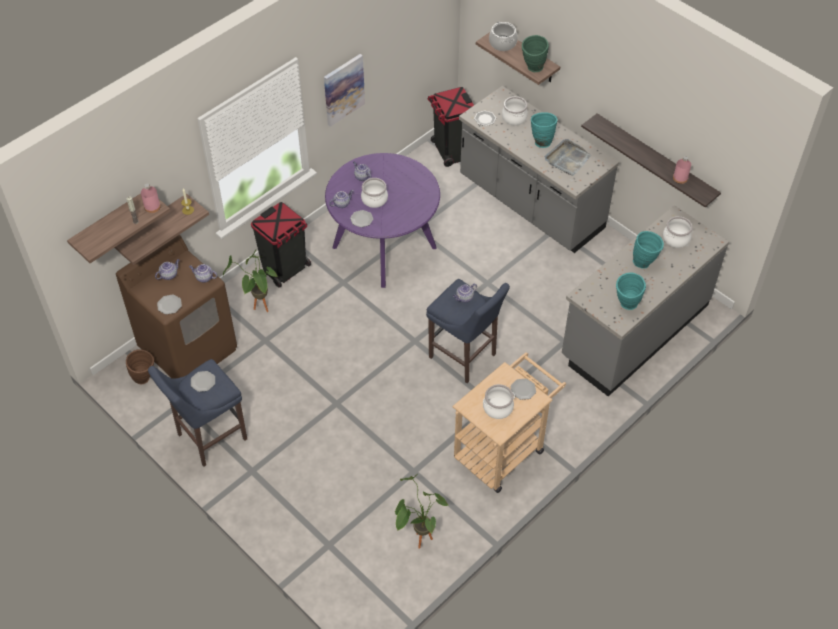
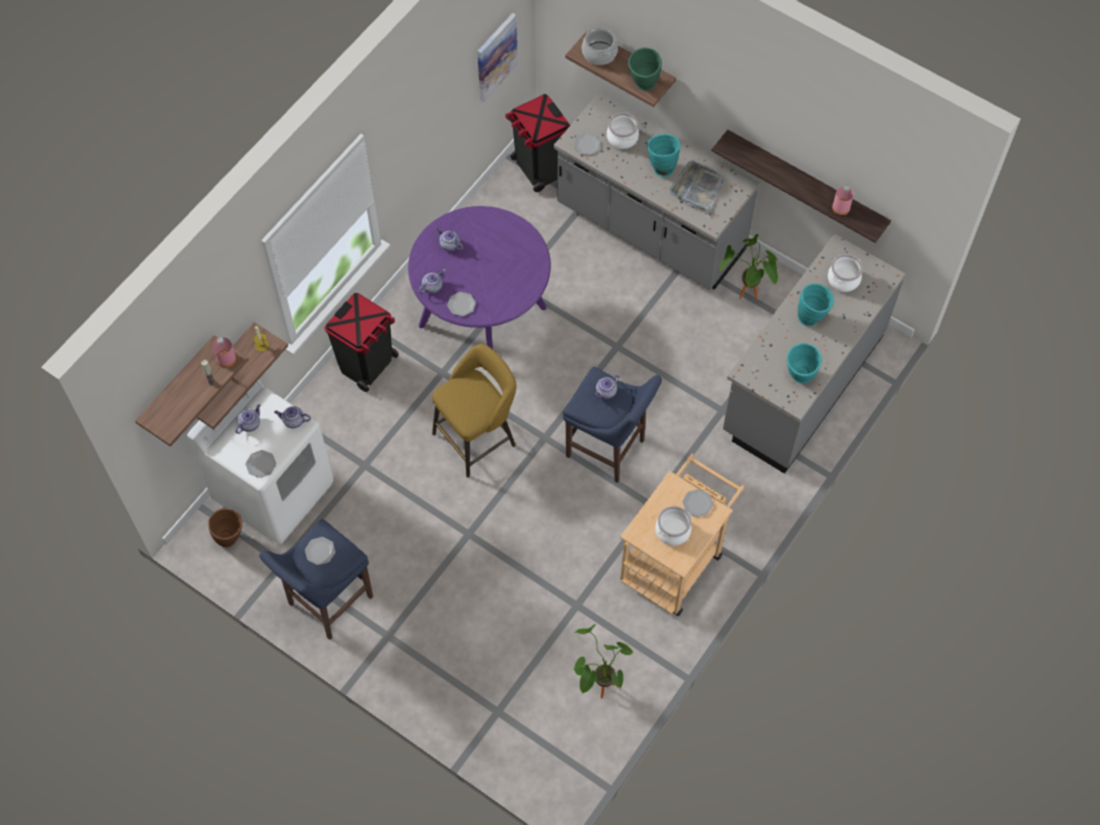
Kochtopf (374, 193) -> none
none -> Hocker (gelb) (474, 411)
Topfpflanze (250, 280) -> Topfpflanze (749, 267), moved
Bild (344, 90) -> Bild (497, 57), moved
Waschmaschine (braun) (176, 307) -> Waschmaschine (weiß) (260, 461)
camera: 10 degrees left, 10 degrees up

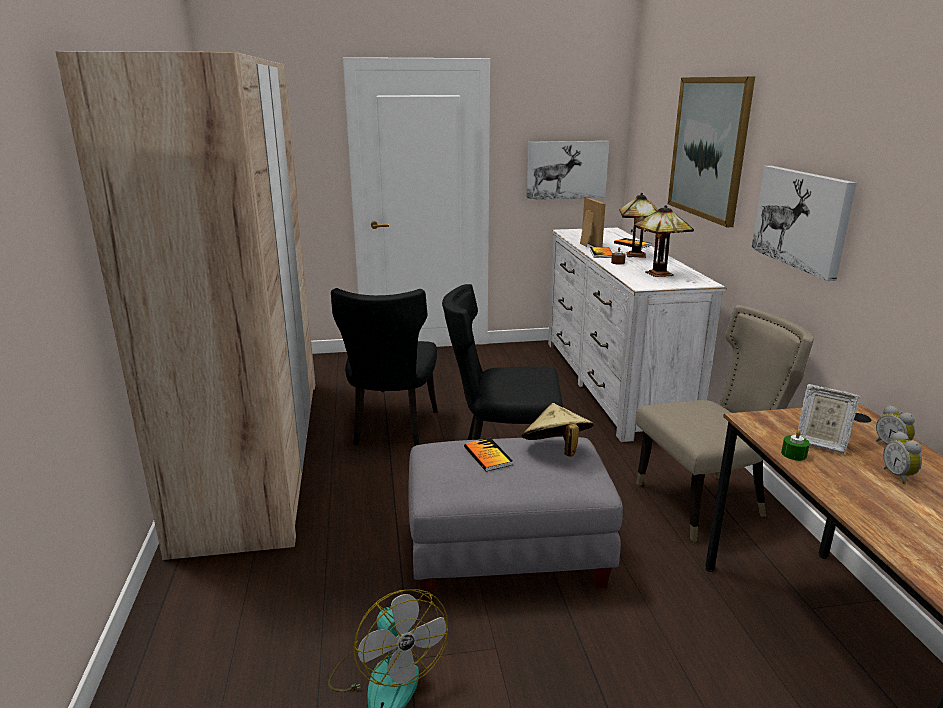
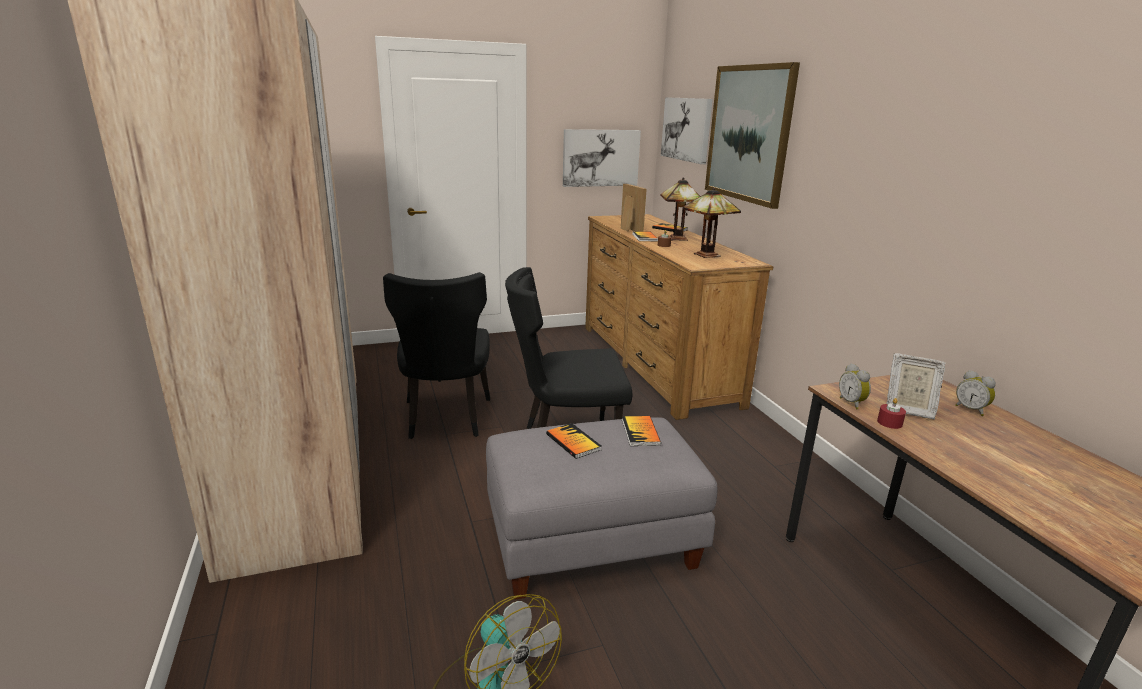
Stuhl (beige) (725, 423) -> none
Bild (804, 223) -> Bild (687, 130), moved
Wecker (902, 457) -> Wecker (855, 386), moved
Hut (beige) (557, 429) -> Buch (641, 431)
Kommode (weiß) (637, 335) -> Kommode (braun) (679, 317)
Kerze (grün) (795, 445) -> Kerze (rot) (891, 413)
camera: 10 degrees left, 0 degrees up

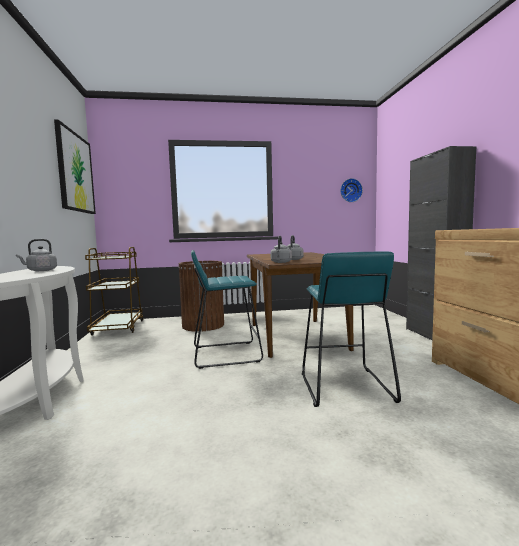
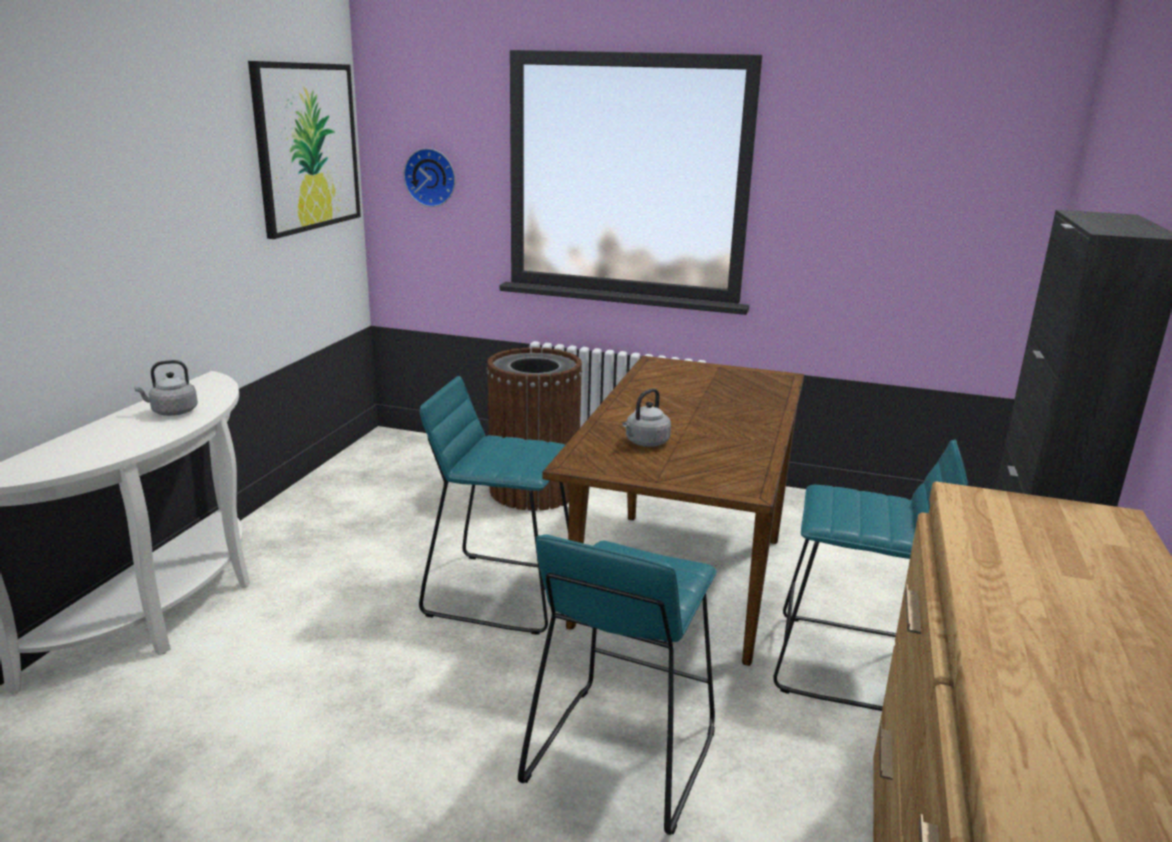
Rollwagen (braun) (114, 291) -> none
Wasserkessel (grau) (281, 249) -> none
none -> Hocker (türkis) (870, 575)
Wanduhr (351, 190) -> Wanduhr (430, 177), moved
camera: 25 degrees right, 15 degrees up

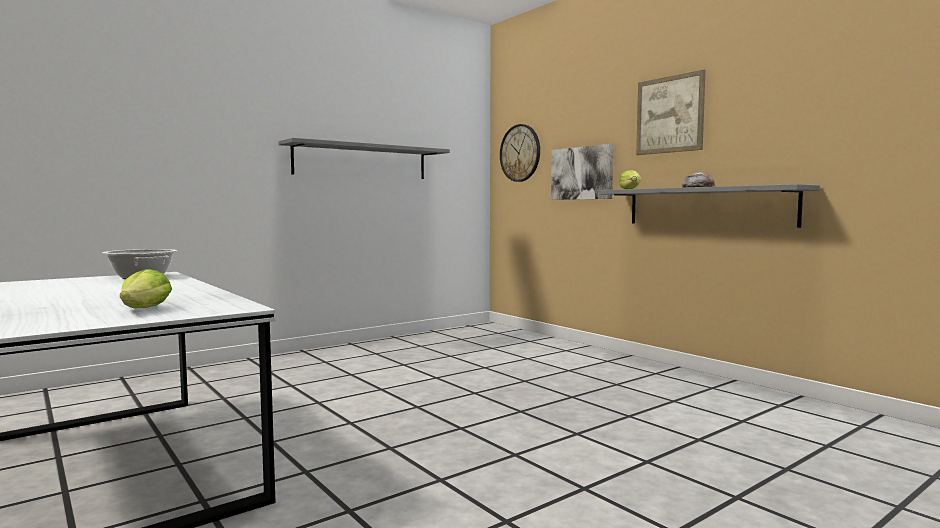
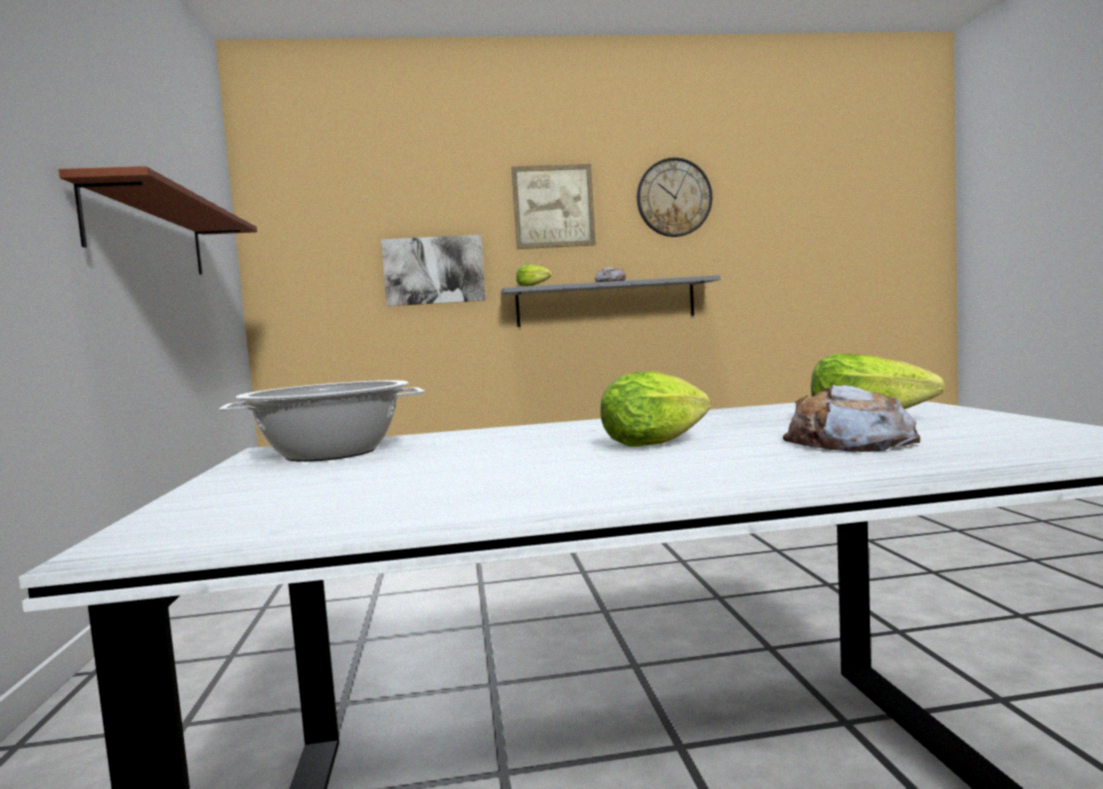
none -> Salatkopf (655, 409)
none -> Brot (851, 418)
Wanduhr (520, 153) -> Wanduhr (674, 197), moved
Wandregal (grau) (364, 158) -> Wandregal (braun) (158, 220)
camera: 60 degrees left, 0 degrees up

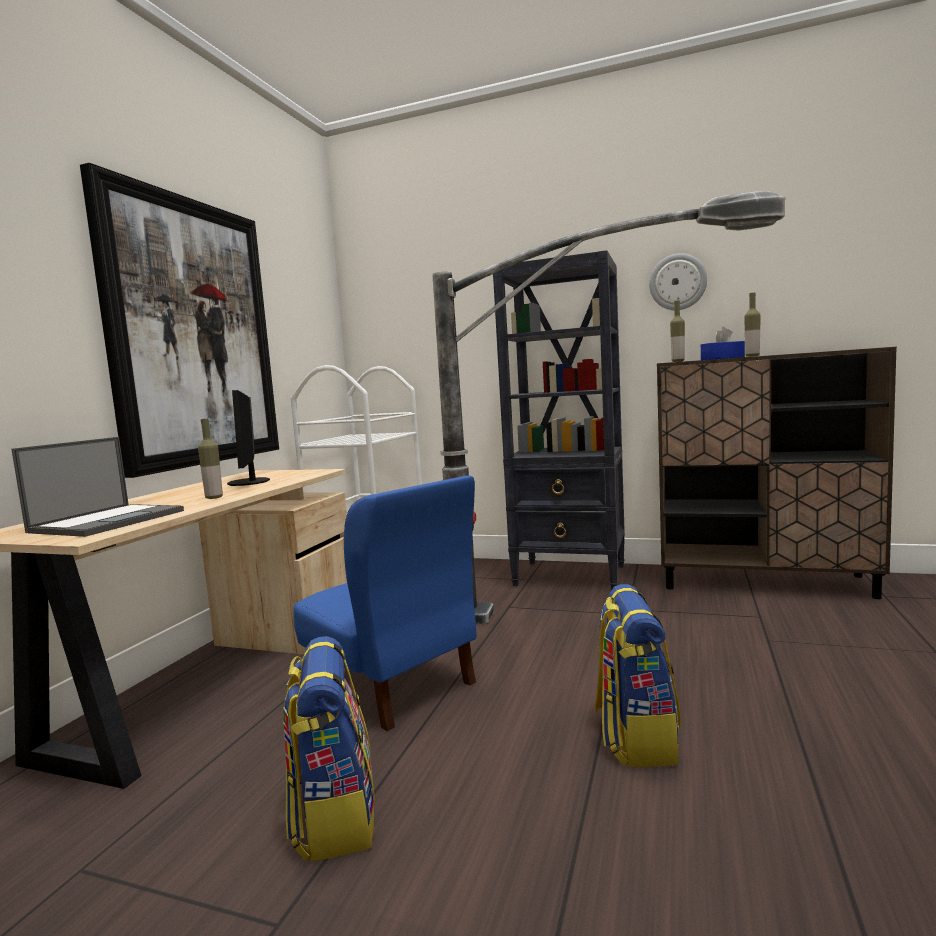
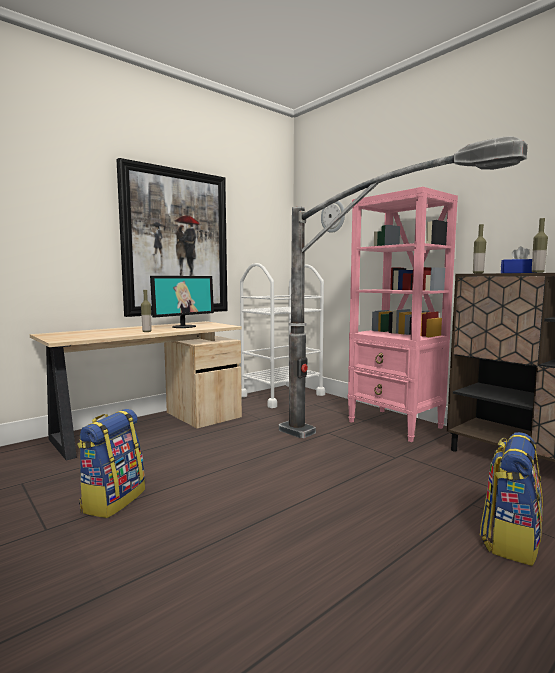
Laptop (98, 487) -> none
Stuhl (blau) (385, 603) -> none
Rucksack (638, 675) -> Rucksack (511, 499), moved
Wanduhr (678, 281) -> Wanduhr (333, 217), moved
Bücherregal (schwarz) (559, 420) -> Bücherregal (rosa) (403, 314)
Monitor (248, 438) -> Monitor (182, 302), 150 degrees counterclockwise
camera: 30 degrees right, 0 degrees up

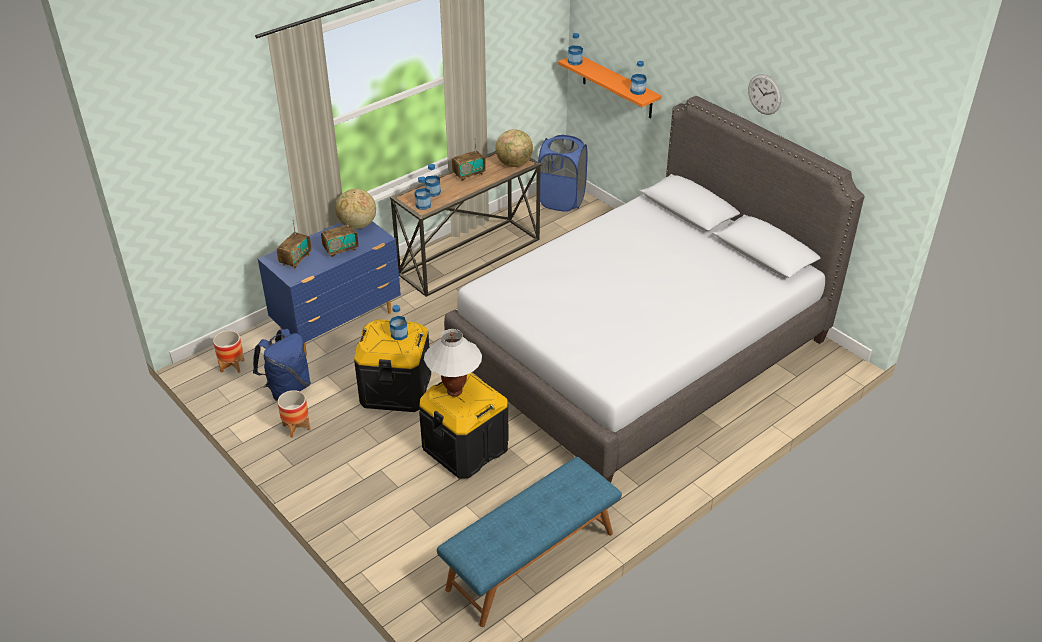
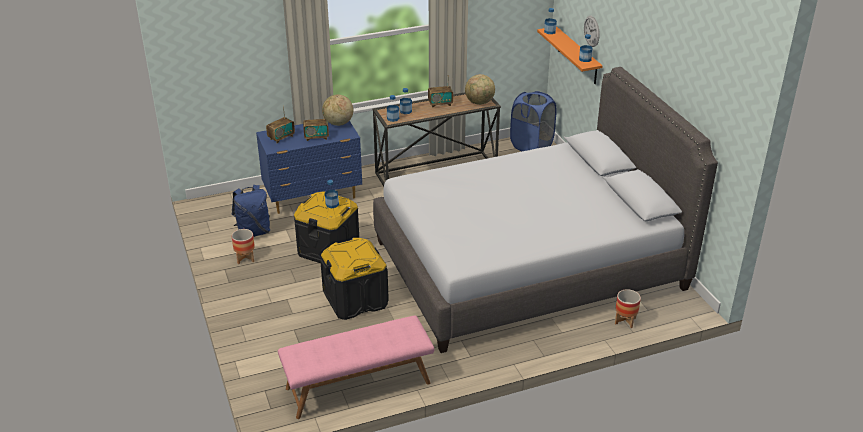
Tischlampe (weiß) (453, 363) -> none
Pflanzkübel (229, 352) -> Pflanzkübel (628, 308), moved
Wanduhr (765, 94) -> Wanduhr (592, 31), moved
Bank (blau) (529, 542) -> Bank (rosa) (356, 367)
camera: 20 degrees right, 5 degrees down

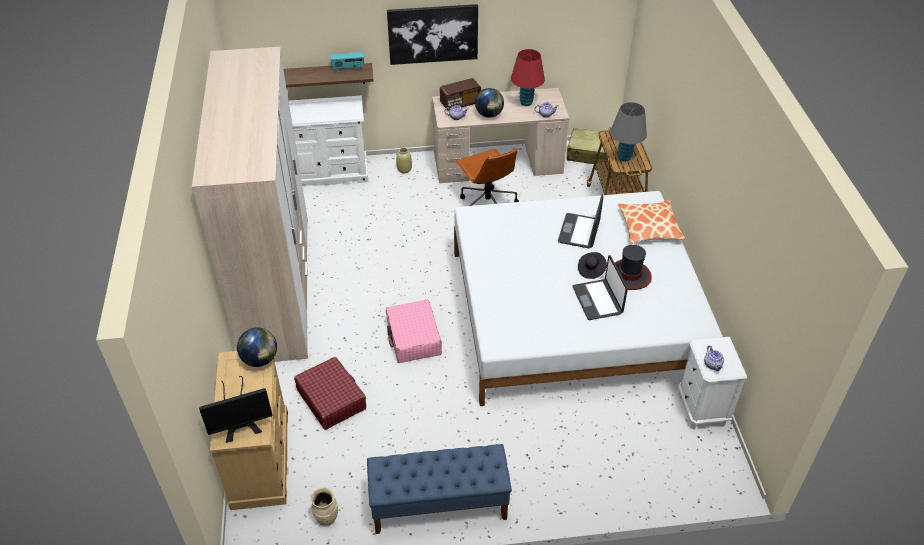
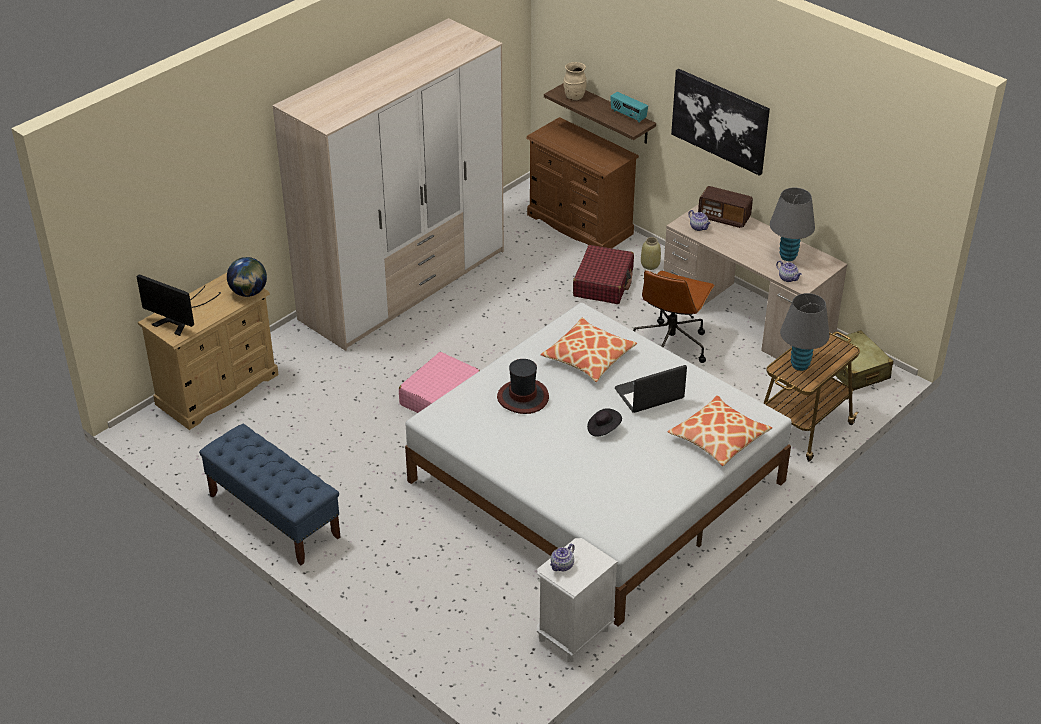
Globus (489, 102) -> none
Laptop (600, 287) -> none
none -> Kissen (589, 349)
Koffer (rot) (330, 393) -> Koffer (rot) (603, 274), moved
Vase (beige) (324, 506) -> Vase (beige) (575, 81), moved
Hut (633, 267) -> Hut (523, 386), moved
Kommode (weiß) (328, 140) -> Kommode (braun) (582, 182)
Tischlampe (rot) (528, 77) -> Tischlampe (grau) (792, 224)
camera: 50 degrees right, 5 degrees down

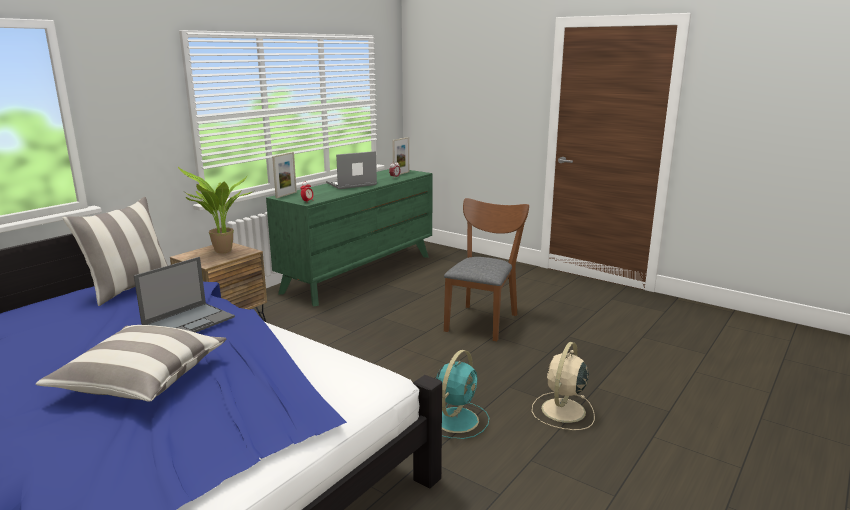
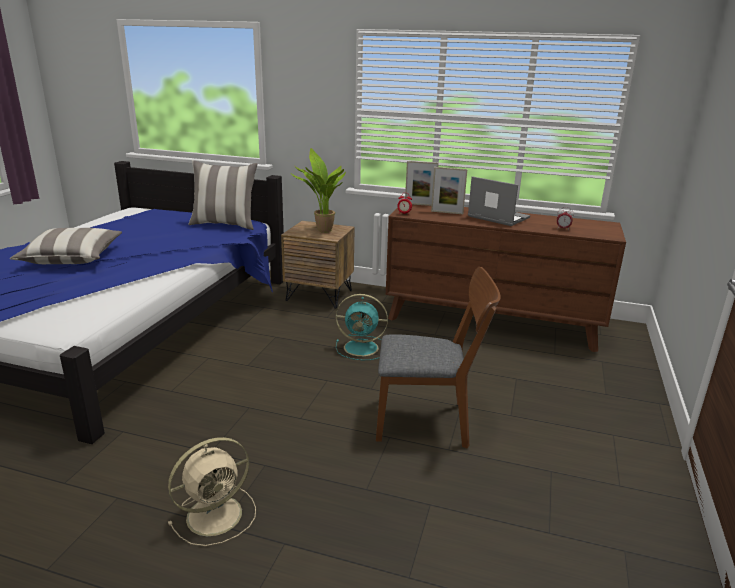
Laptop (184, 295) -> none
Bilderrahmen (401, 156) -> Bilderrahmen (449, 190), moved
Ventilator (türkis) (462, 394) -> Ventilator (türkis) (362, 327), moved
Kommode (grün) (349, 237) -> Kommode (braun) (506, 278)
Ventilator (beige) (563, 386) -> Ventilator (beige) (212, 491), 135 degrees clockwise
camera: 70 degrees right, 5 degrees up

